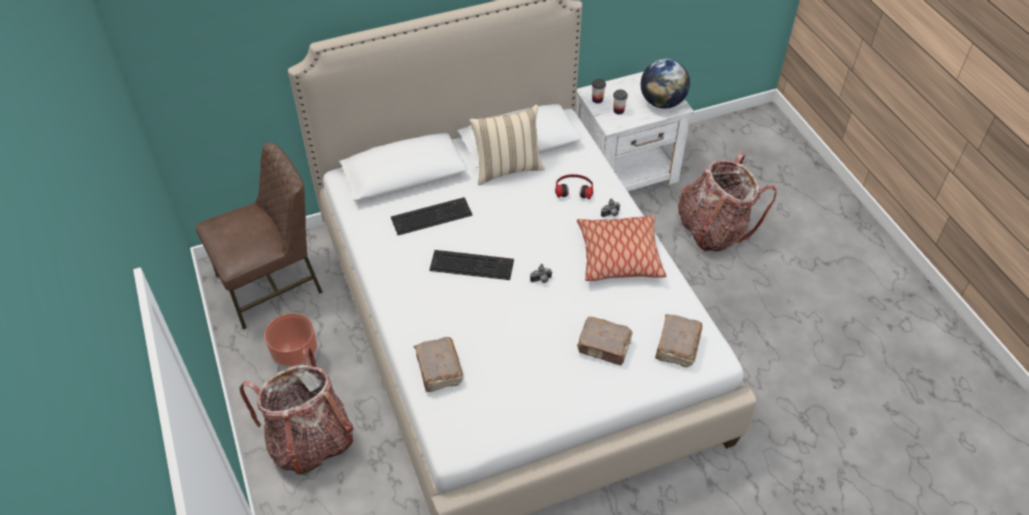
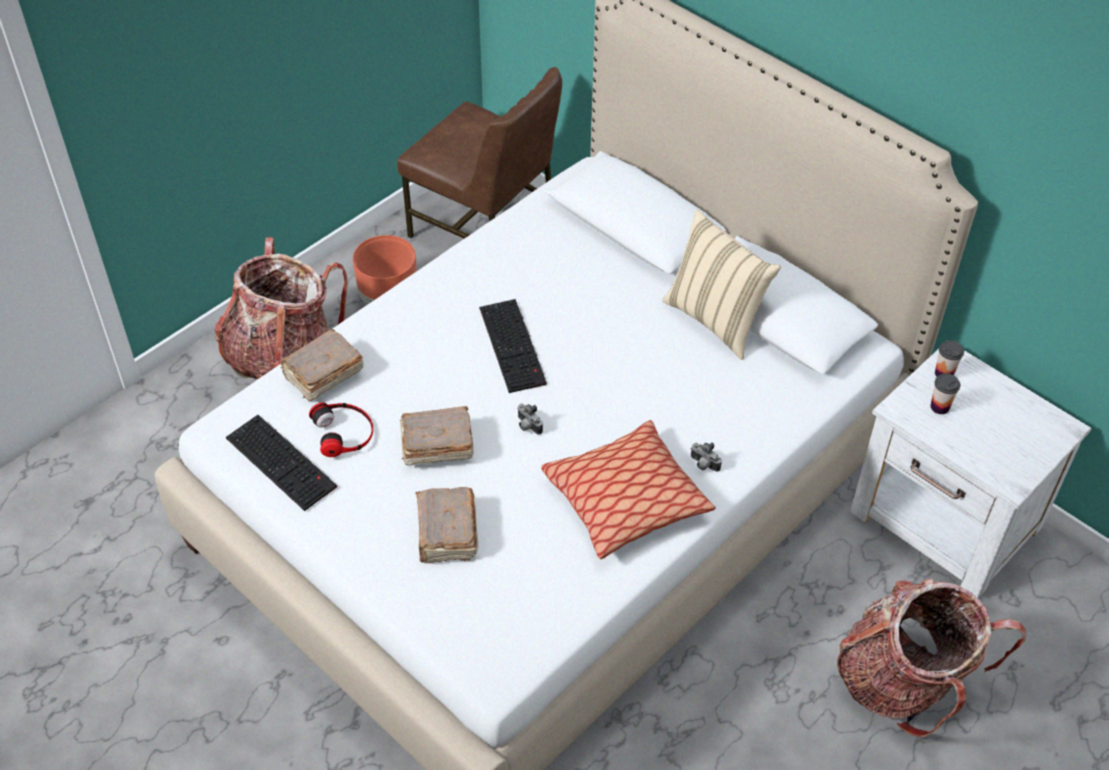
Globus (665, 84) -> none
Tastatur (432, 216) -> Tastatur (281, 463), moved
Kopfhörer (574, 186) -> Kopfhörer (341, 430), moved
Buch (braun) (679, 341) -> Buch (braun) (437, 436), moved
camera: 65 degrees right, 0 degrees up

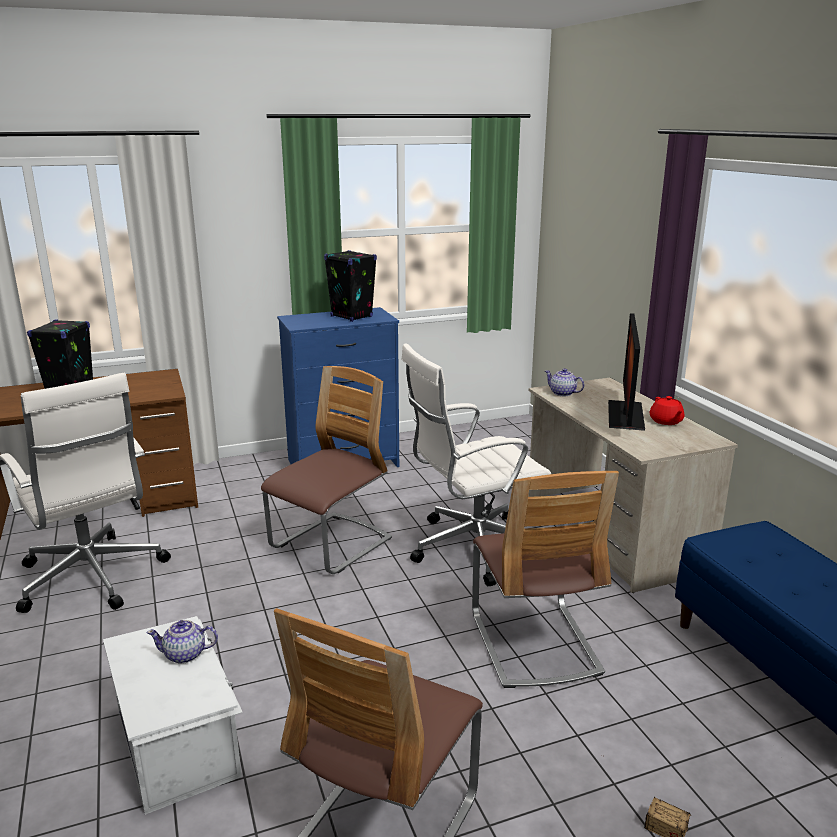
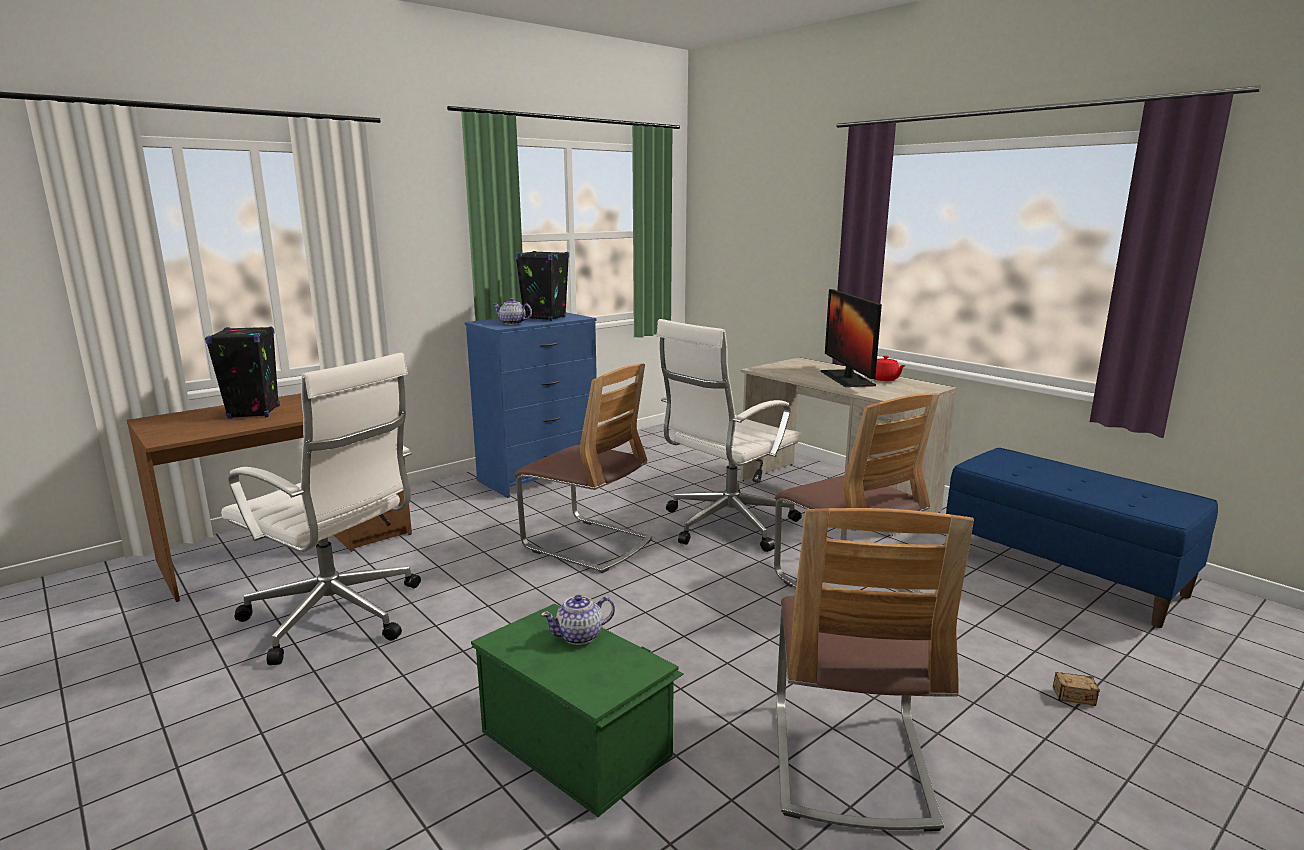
Teekanne (564, 382) -> Teekanne (512, 311), moved
Aufbewahrungsbox (weiß) (173, 715) -> Aufbewahrungsbox (grün) (577, 710)
Stuhl (326, 470) -> Stuhl (583, 468), 105 degrees clockwise
camera: 20 degrees left, 5 degrees down

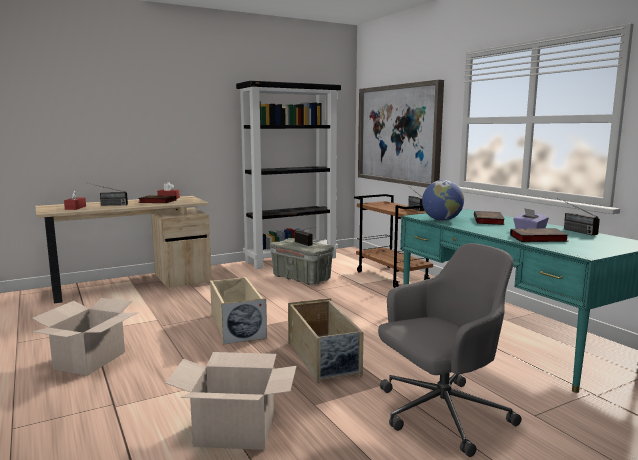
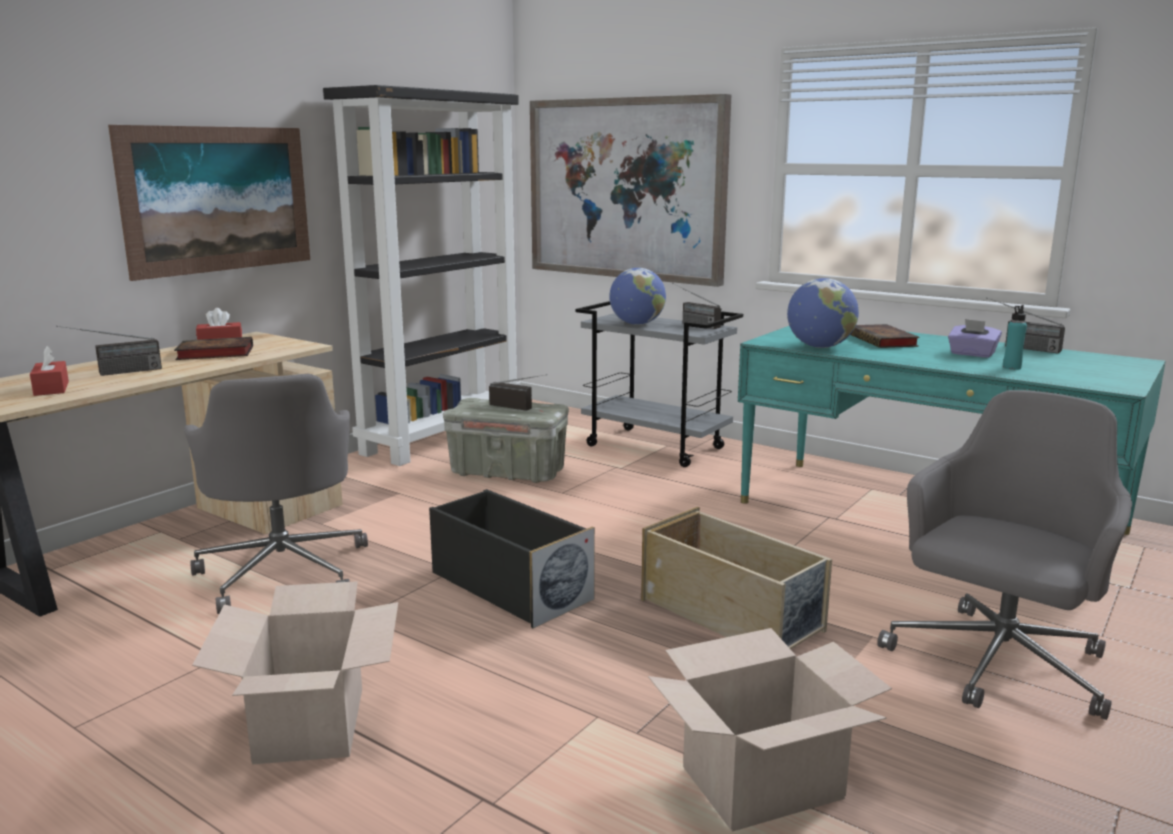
none -> Bild (209, 203)
none -> Bürostuhl (grau) (276, 494)
none -> Globus (637, 296)
Buch (539, 235) -> Flasche (türkis) (1015, 337)
Aufbewahrungsbox (beige) (238, 310) -> Aufbewahrungsbox (schwarz) (512, 558)
Rollwagen (braun) (393, 241) -> Rollwagen (grau) (659, 384)
camera: 25 degrees left, 5 degrees up

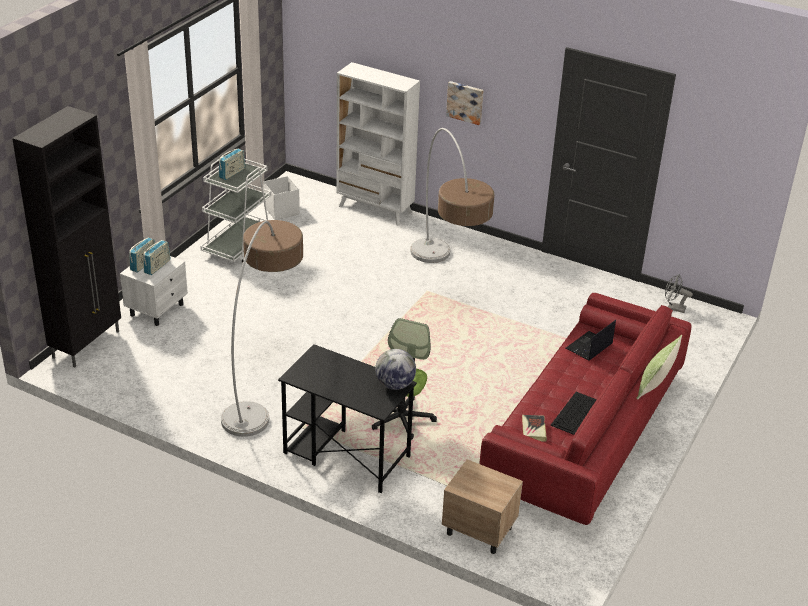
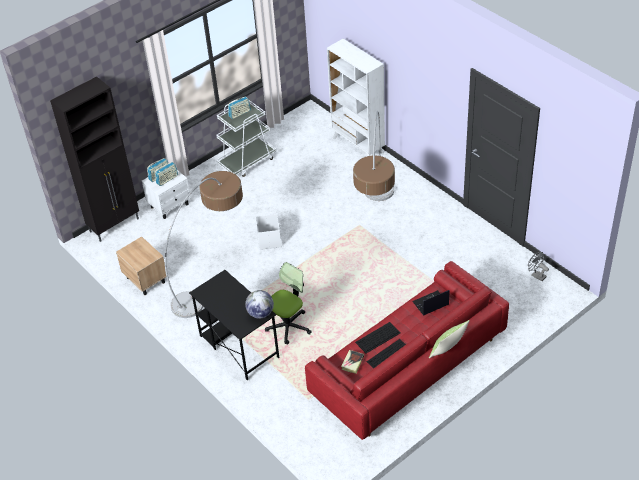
Bild (465, 103) -> none
none -> Tastatur (378, 338)
Aufbewahrungsbox (weiß) (281, 198) -> Aufbewahrungsbox (weiß) (268, 232), moved
Nachttisch (beige) (482, 506) -> Nachttisch (beige) (141, 265), moved
camera: 25 degrees right, 10 degrees up

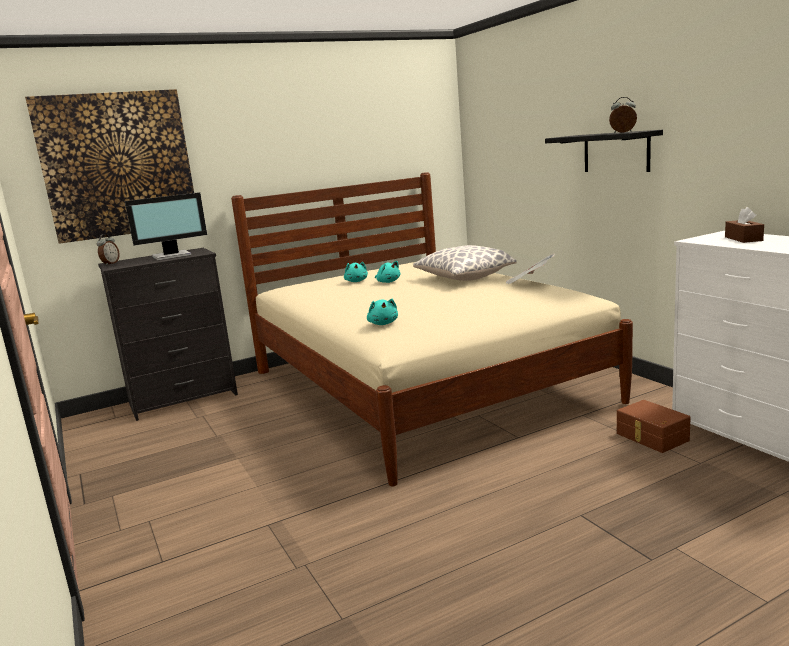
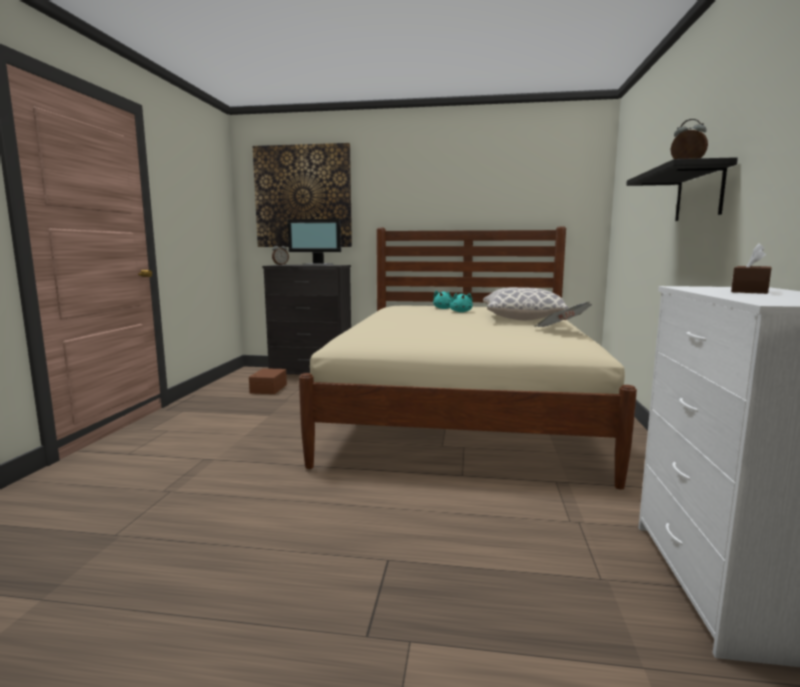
Plüschtier (türkis) (382, 312) -> none
Aufbewahrungsbox (braun) (653, 426) -> Aufbewahrungsbox (braun) (268, 381), moved
camera: 35 degrees right, 5 degrees down

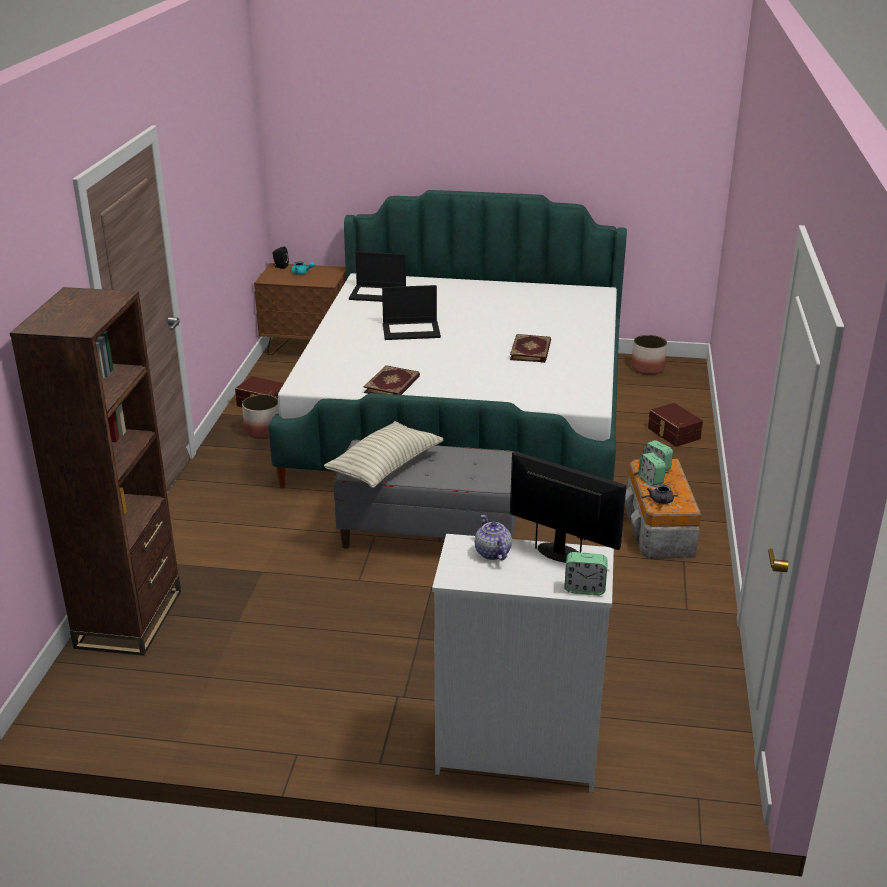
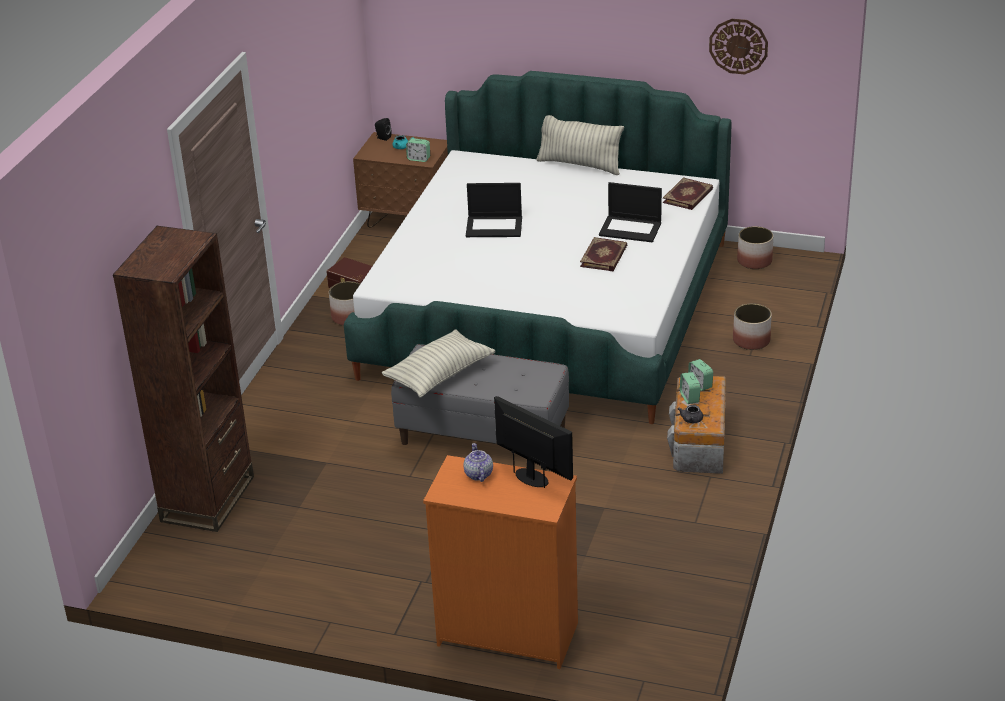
none -> Kissen (580, 145)
none -> Wanduhr (738, 46)
Laptop (377, 276) -> Laptop (630, 212), moved
Buch (391, 380) -> Buch (688, 193), moved
Wecker (586, 573) -> Wecker (418, 150), moved
Aufbewahrungsbox (braun) (675, 425) -> Pflanzkübel (752, 326)
Kommode (weiß) (523, 663) -> Kommode (orange) (500, 562)
camera: 10 degrees right, 5 degrees up

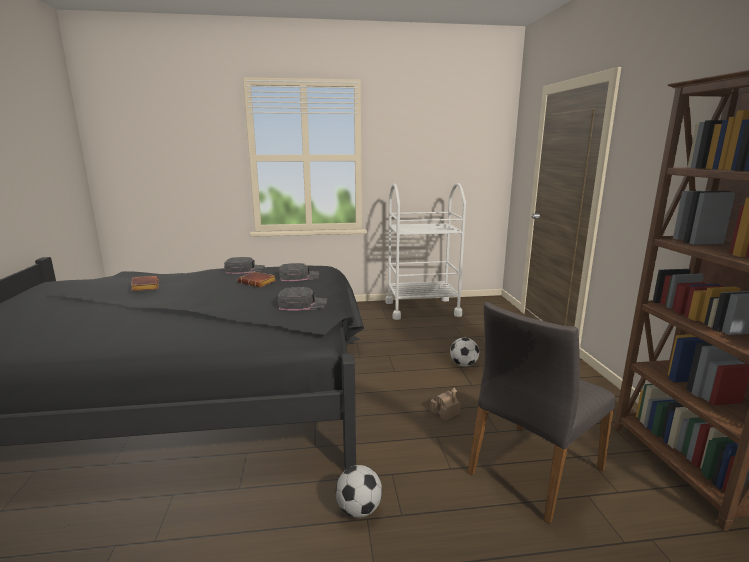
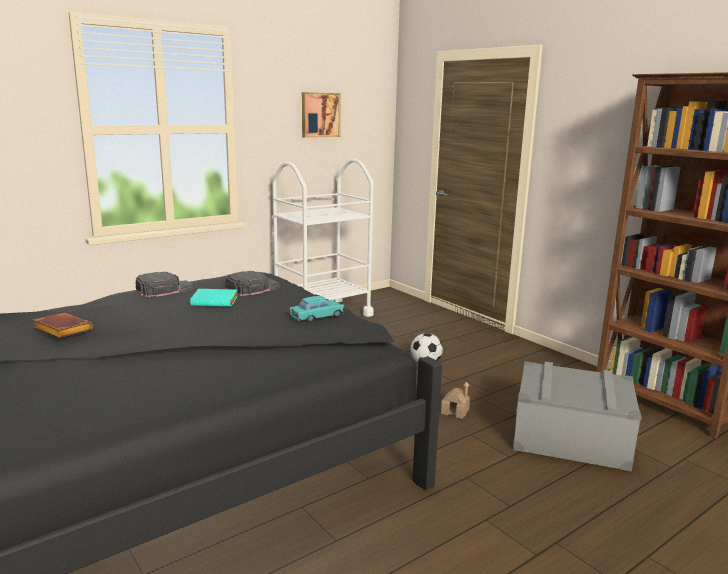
Fußball (359, 491) -> none
none -> Bild (321, 115)
Kappe (schwarz) (302, 299) -> Spielzeugauto (türkis) (316, 309)
Stuhl (grau) (541, 413) -> Aufbewahrungsbox (grau) (577, 416)
Buch (braun) (257, 279) -> Buch (türkis) (213, 298)
camera: 30 degrees left, 0 degrees up

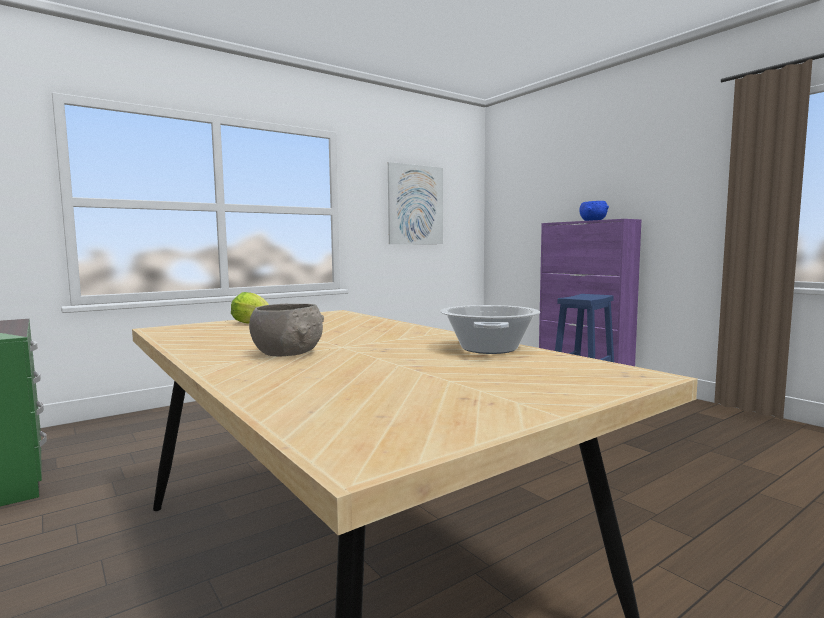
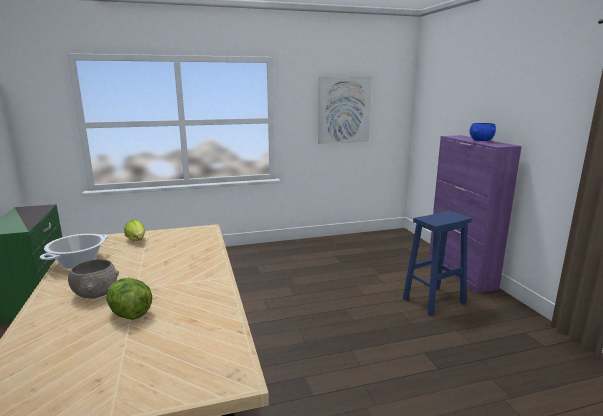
none -> Salatkopf (129, 299)
Kochtopf (490, 329) -> Kochtopf (74, 251), moved
camera: 20 degrees right, 10 degrees up

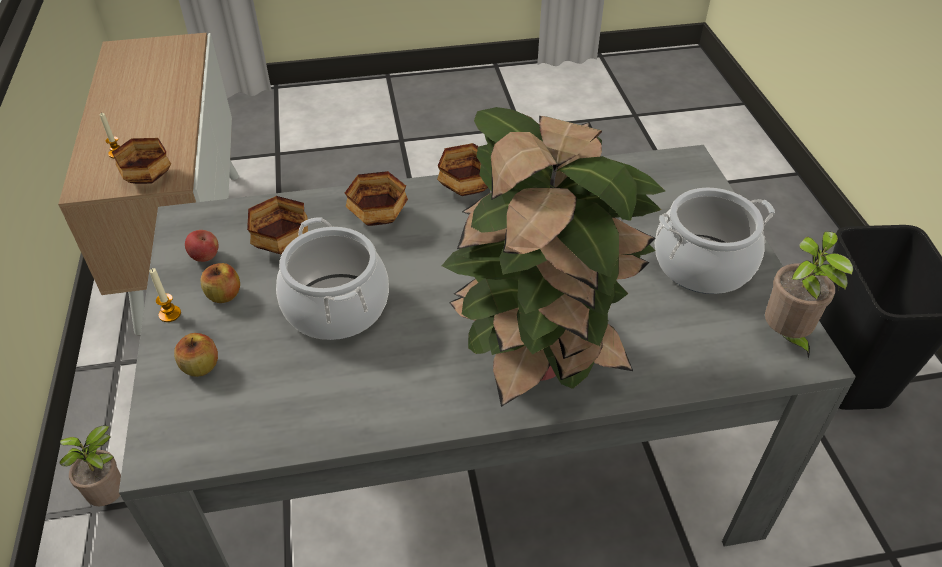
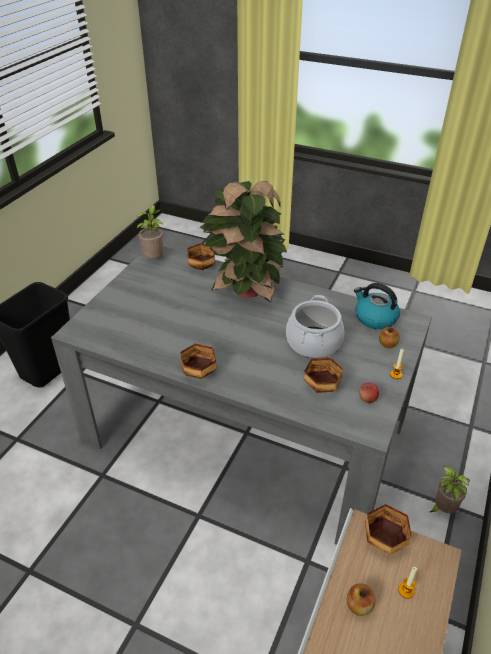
Kochtopf (714, 241) -> none
none -> Wasserkessel (377, 306)
Apfel (220, 283) -> Apfel (361, 599), moved
Schüssel (376, 198) -> Schüssel (201, 256), moved
camera: 145 degrees left, 5 degrees down

